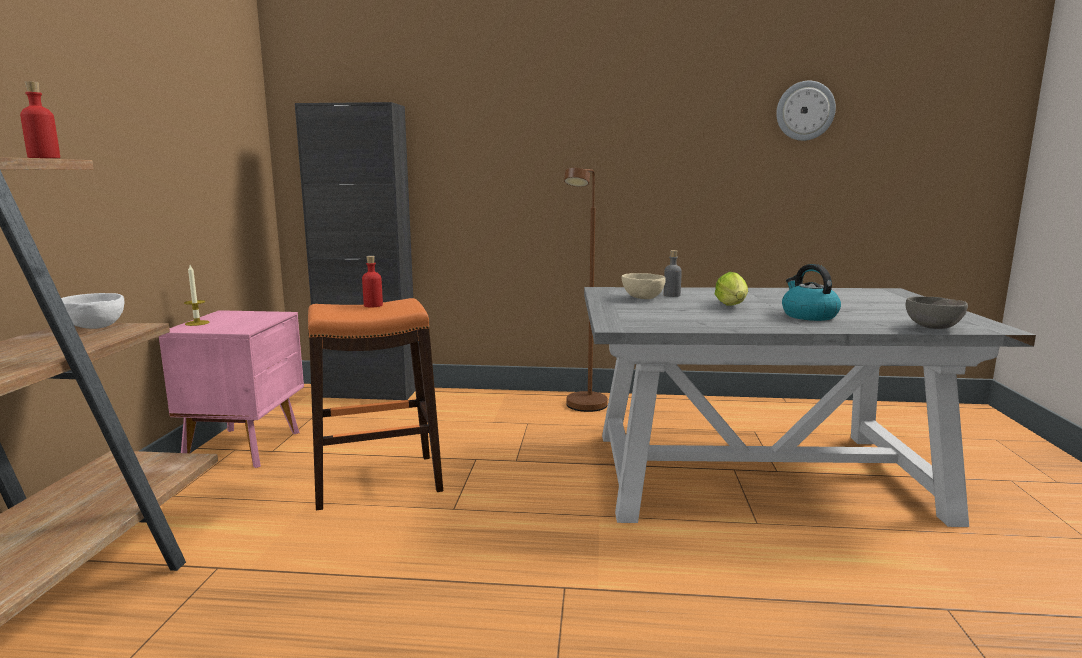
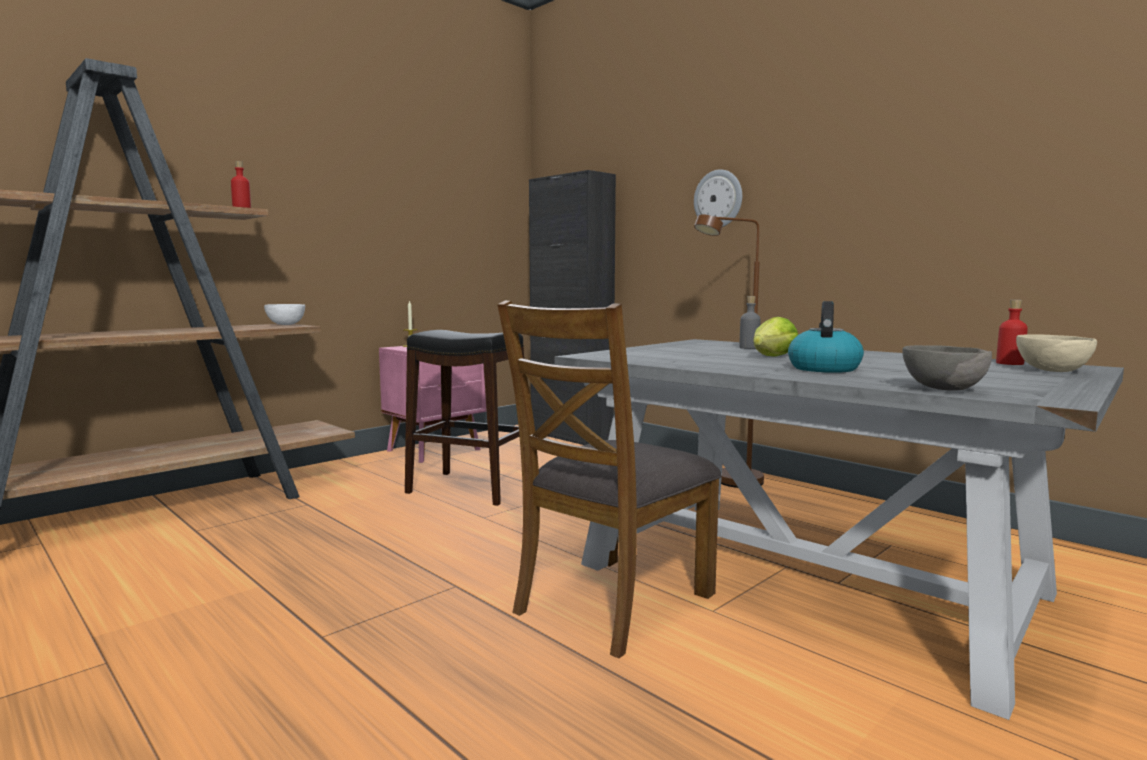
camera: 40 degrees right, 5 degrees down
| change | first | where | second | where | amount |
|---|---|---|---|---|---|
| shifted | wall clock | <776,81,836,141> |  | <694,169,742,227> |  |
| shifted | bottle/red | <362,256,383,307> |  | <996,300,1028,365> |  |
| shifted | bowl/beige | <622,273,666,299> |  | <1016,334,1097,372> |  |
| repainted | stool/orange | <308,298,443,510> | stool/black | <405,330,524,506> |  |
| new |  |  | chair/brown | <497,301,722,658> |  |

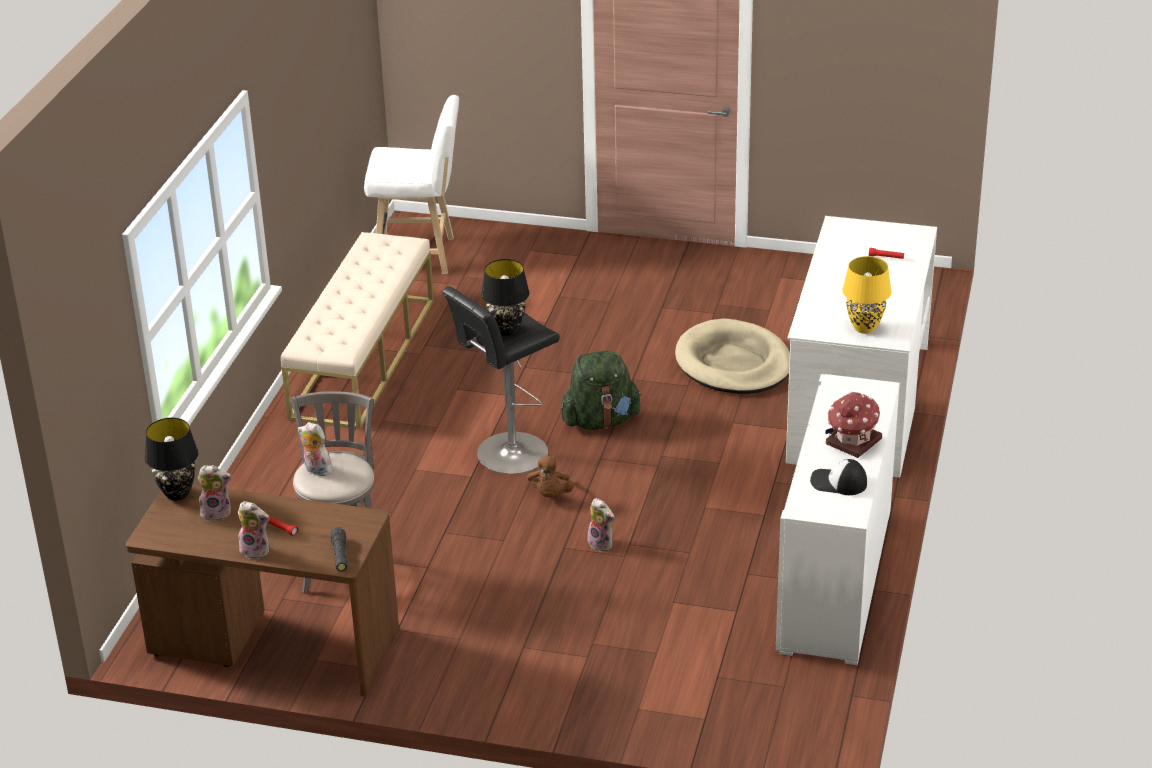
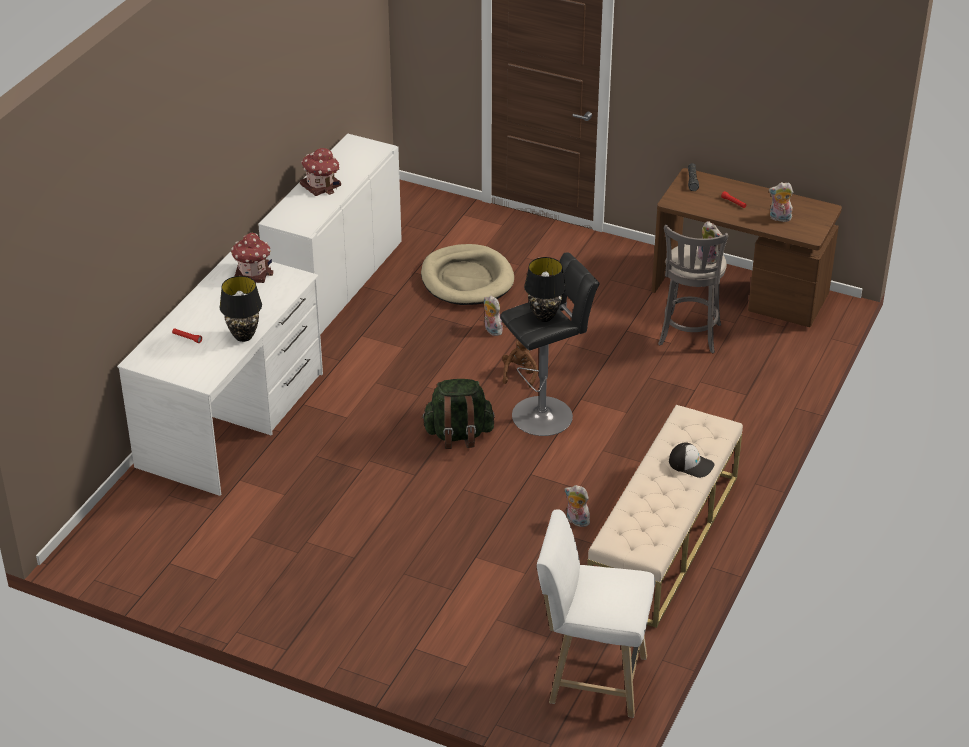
camera: 170 degrees left, 5 degrees up
| change | first | where | second | where | amount |
|---|---|---|---|---|---|
| swapped | table lamp/yellow | <842,256,892,334> | toy house | <231,233,274,283> |  |
| shifted | dog bed/beige | <675,318,790,394> |  | <421,244,514,305> |  |
| shifted | table lamp/black | <145,418,198,501> |  | <219,276,262,342> |  |
| shifted | cap | <810,459,867,495> |  | <669,442,714,478> |  |
| shifted | plush toy | <238,501,270,559> |  | <565,485,590,527> |  |

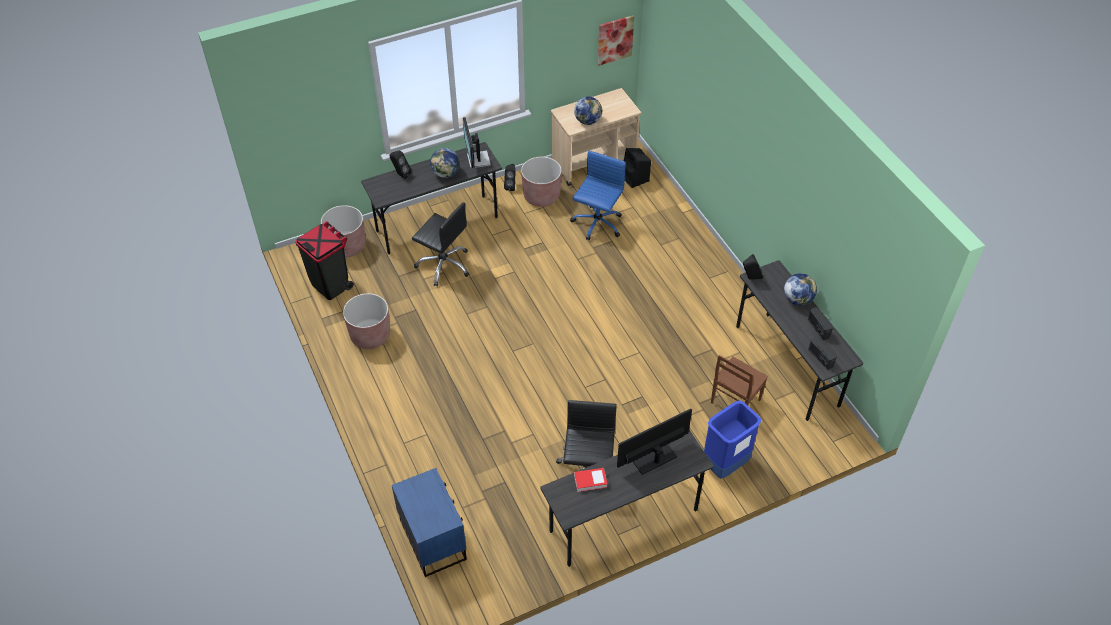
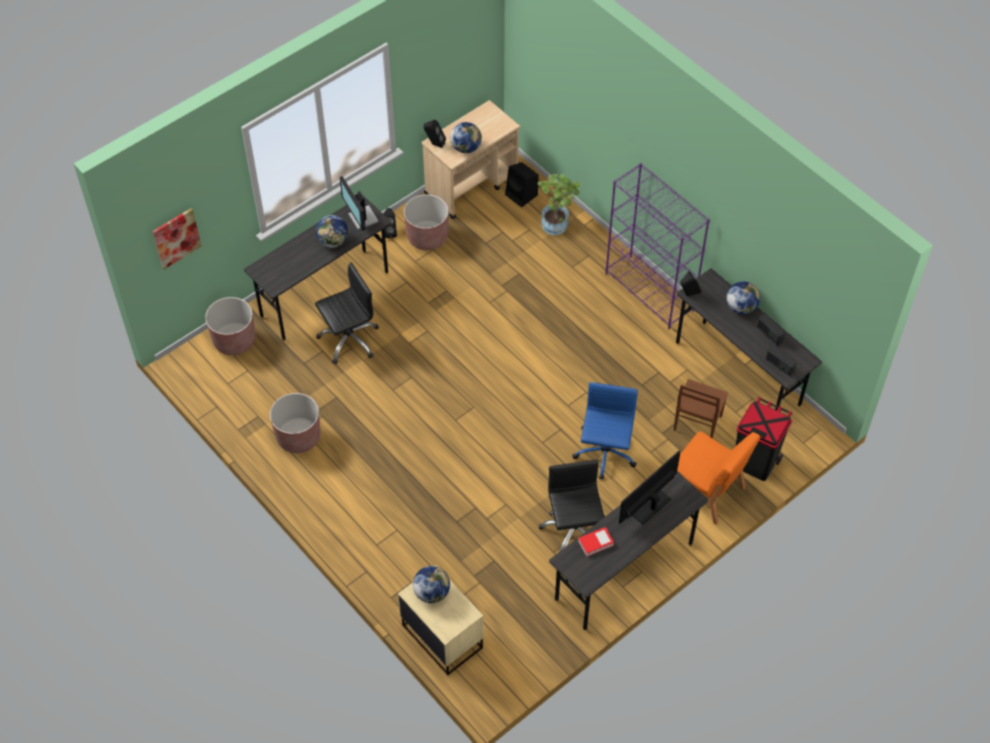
camera: 15 degrees left, 5 degrees up
| change | first | where | second | where | amount |
|---|---|---|---|---|---|
| shifted | picture | <598,15,634,65> |  | <152,208,202,269> |  |
| shifted | speaker/black | <389,150,411,179> |  | <423,120,446,148> |  |
| shifted | office chair/blue | <570,151,626,240> |  | <572,382,638,479> |  |
| rotated | office chair/black | <412,202,469,286> |  | <315,262,379,364> | 45 degrees counterclockwise |
| shifted | trash can/black | <295,221,354,300> |  | <735,397,792,481> |  |
| swapped | trash can/blue | <704,401,761,478> | chair/orange | <677,432,760,525> |  |
| repainted | nightstand/blue | <392,468,467,577> | nightstand/beige | <398,565,484,675> |  |
| new |  |  | bookcase/purple | <606,163,710,329> |  |
| new |  |  | potted plant | <537,174,581,235> |  |
| new |  |  | globe | <413,566,450,603> |  |

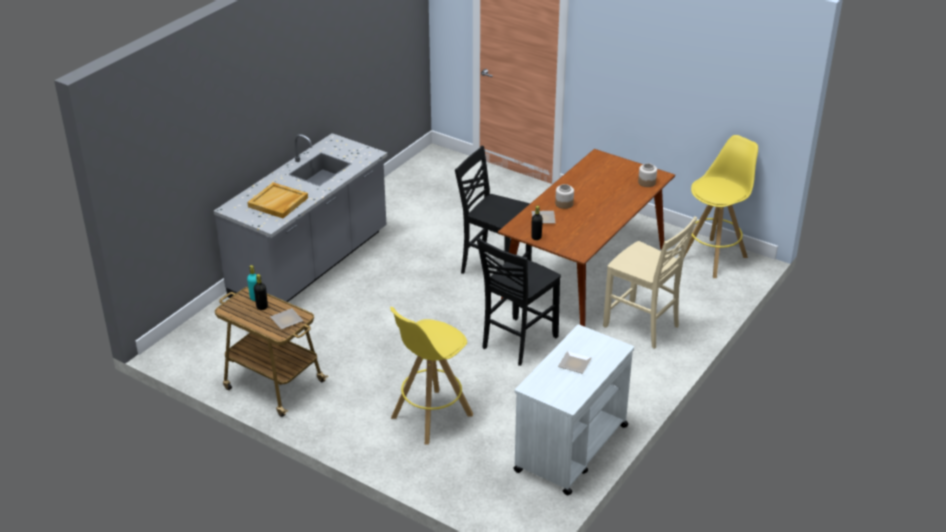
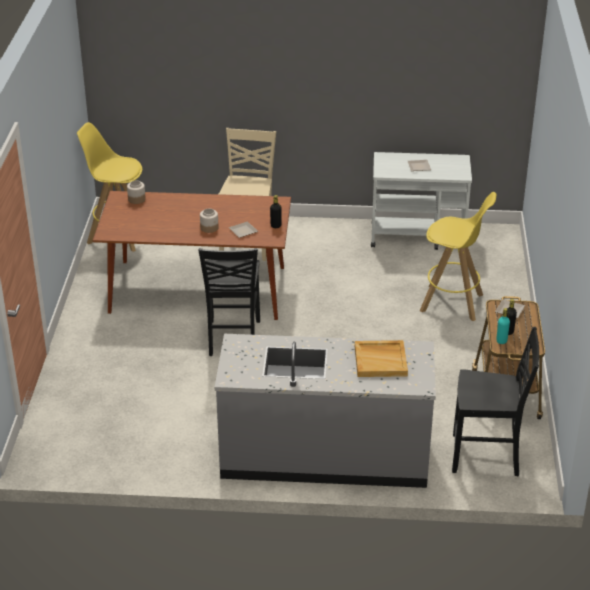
camera: 120 degrees left, 0 degrees up
| change | first | where | second | where | amount |
|---|---|---|---|---|---|
| shifted | chair/black | <477,237,561,366> |  | <452,327,539,476> |  |

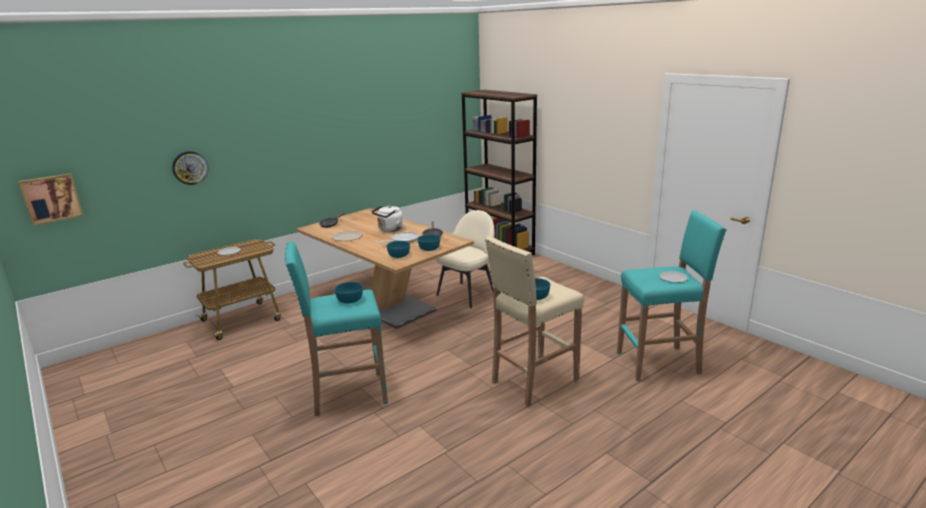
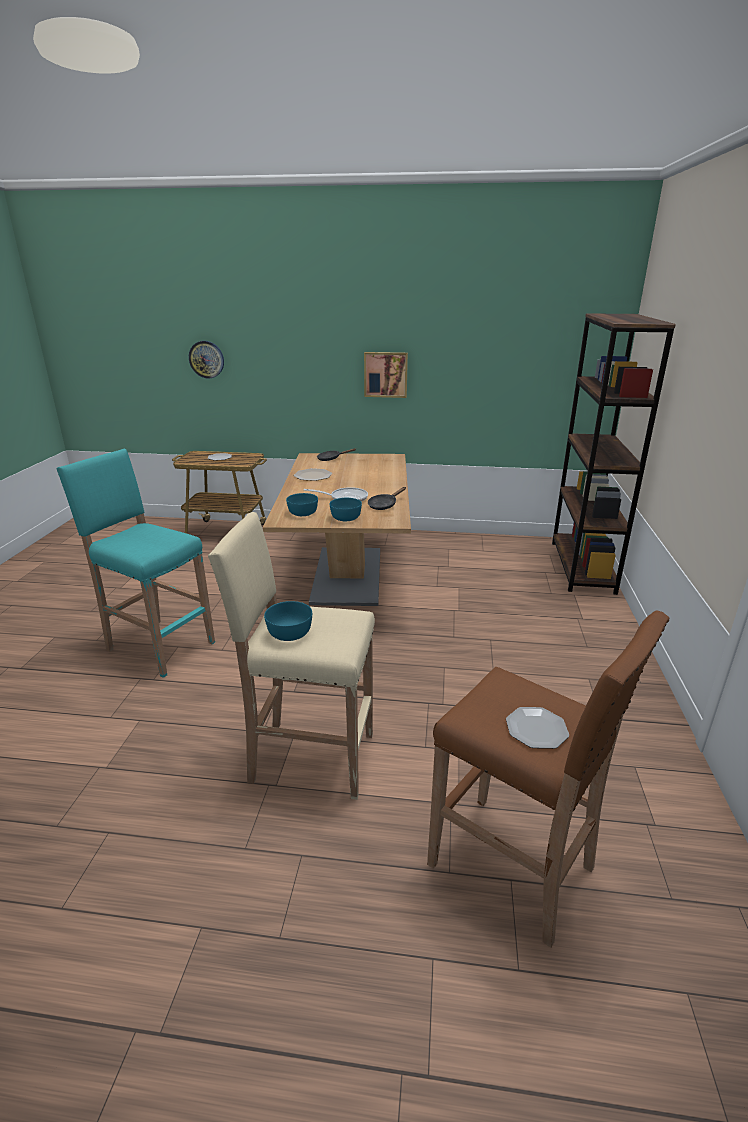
camera: 45 degrees right, 5 degrees up
| change | first | where | second | where | amount |
|---|---|---|---|---|---|
| shifted | picture | <18,173,84,225> |  | <364,352,408,398> |  |
| gone | kettle/white | <372,205,403,232> |  |  |  |
| gone | chair/beige | <436,210,495,308> |  |  |  |
| repainted | stool/turquoise | <617,210,727,381> | stool/brown | <427,610,669,948> |  |
| gone | bowl/turquoise | <334,282,363,304> |  |  |  |

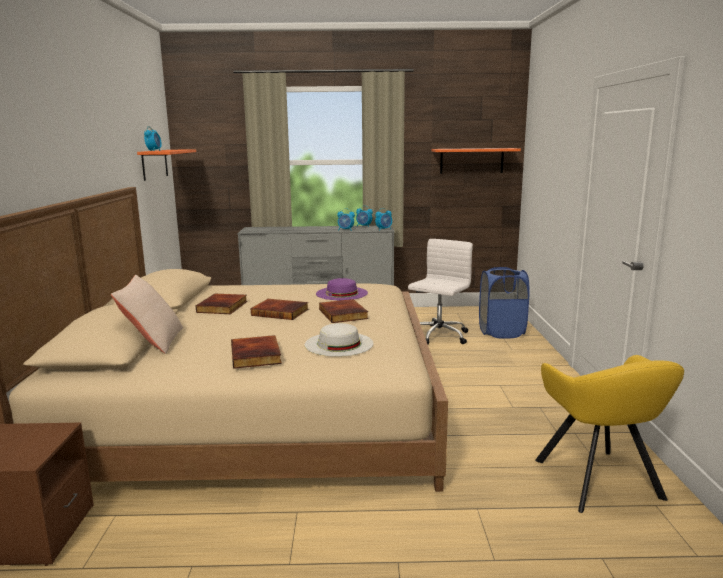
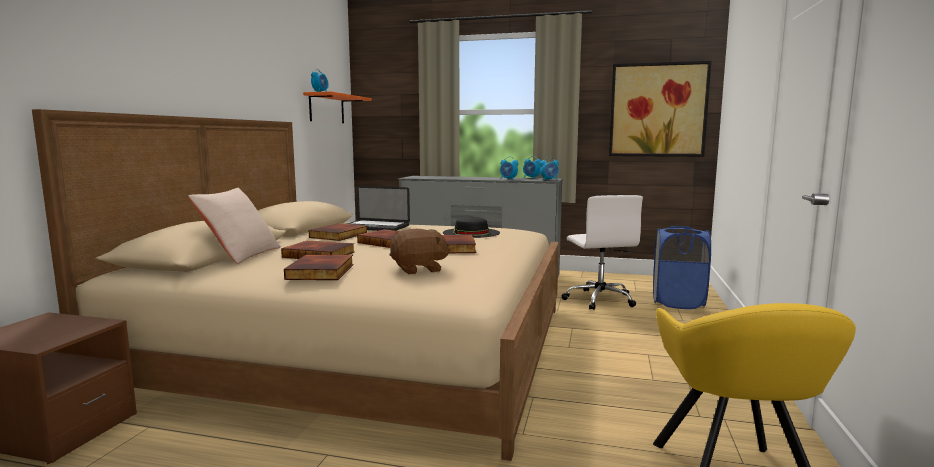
camera: 15 degrees right, 5 degrees down
| change | first | where | second | where | amount |
|---|---|---|---|---|---|
| swapped | shelf/orange | <432,148,521,174> | picture | <609,61,711,157> |  |
| rotated | office chair/white | <408,239,473,344> |  | <561,195,643,310> | 120 degrees clockwise |
| repainted | hat/purple | <316,278,368,300> | hat/black | <443,217,500,238> |  |
| swapped | hat/white | <305,323,374,357> | plush toy/brown | <390,229,451,274> |  |
| new |  |  | laptop | <346,186,410,231> |  |
| new |  |  | book | <281,240,355,259> |  |

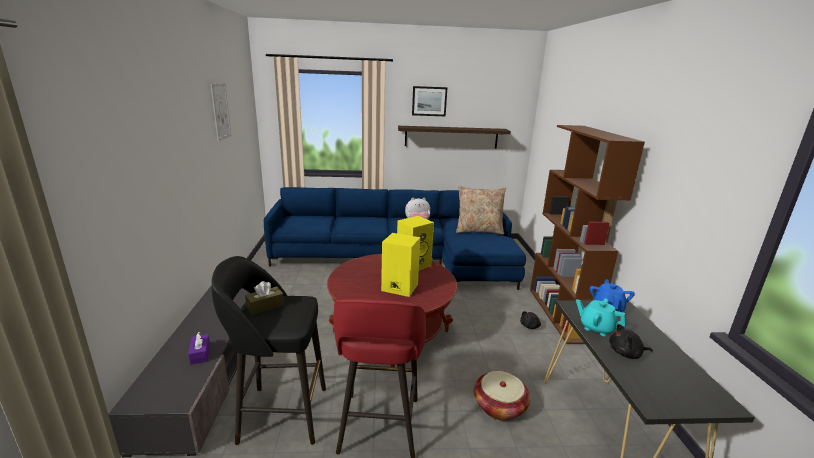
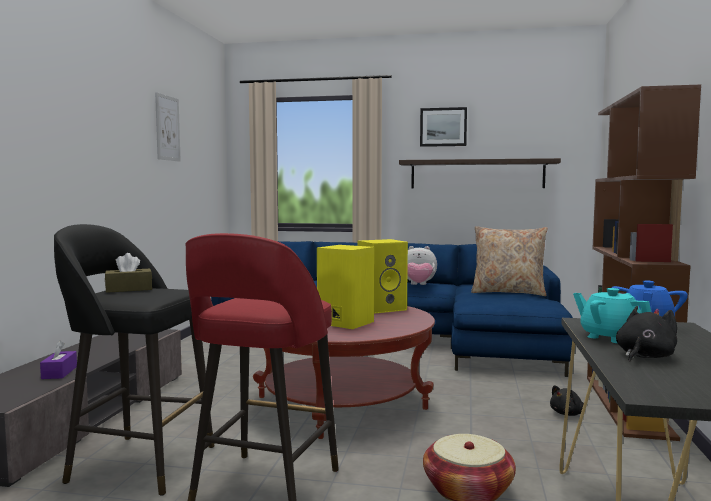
camera: 15 degrees right, 15 degrees down
| change | first | where | second | where | amount |
|---|---|---|---|---|---|
| rotated | plush toy/black | <609,324,653,359> |  | <616,306,677,362> | 120 degrees clockwise |

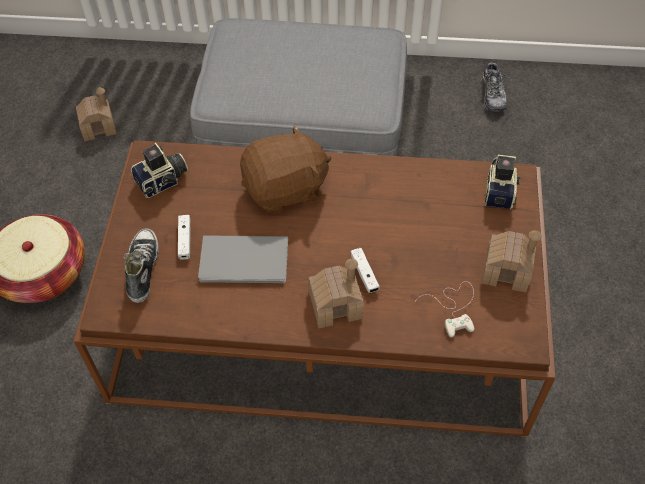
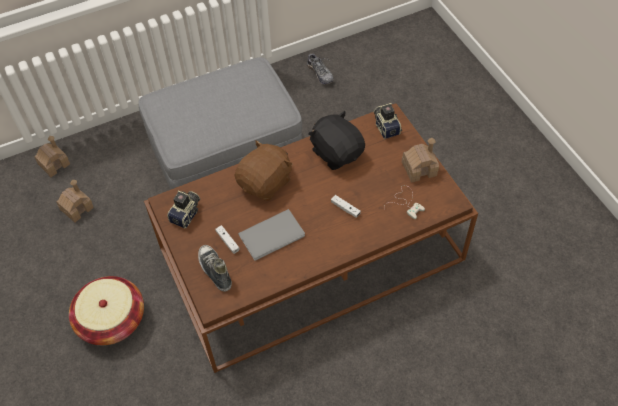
camera: 30 degrees left, 0 degrees up
| change | first | where | second | where | amount |
|---|---|---|---|---|---|
| shifted | toy house | <308,259,364,328> |  | <34,136,70,177> |  |
| new |  |  | plush toy/black | <308,111,365,170> |  |

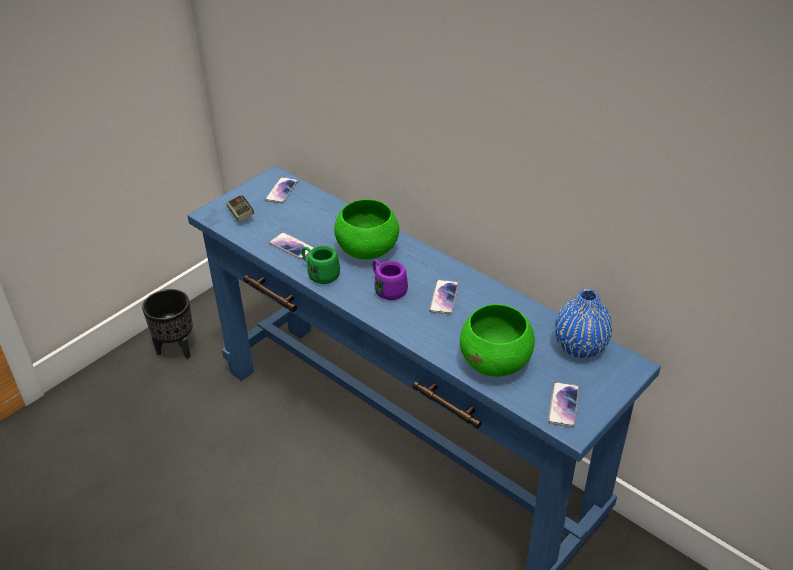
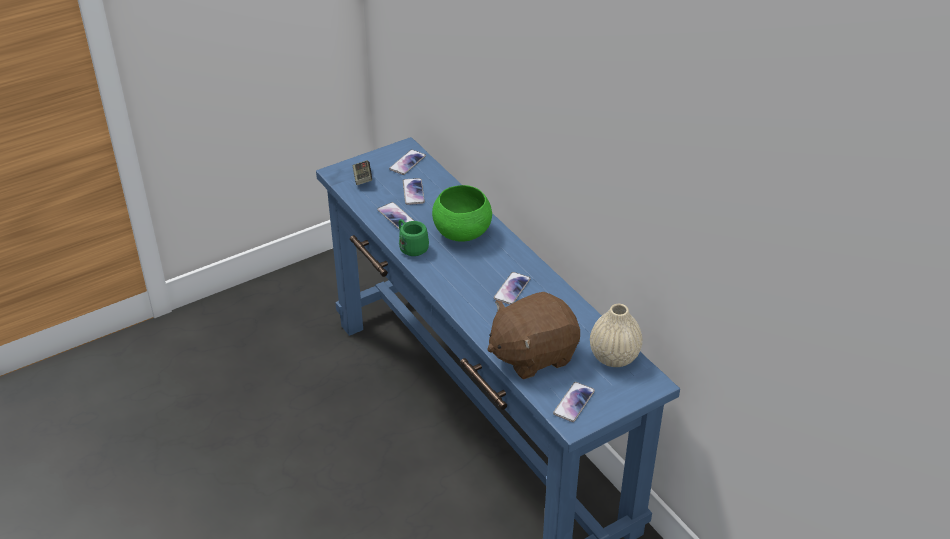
camera: 15 degrees right, 0 degrees up
| change | first | where | second | where | amount |
|---|---|---|---|---|---|
| gone | mug/purple | <372,259,408,300> |  |  |  |
| gone | planter/black | <142,289,193,359> |  |  |  |
| repainted | vase/blue | <555,289,612,358> | vase/beige | <590,304,643,367> |  |
| swapped | bowl/green | <460,304,535,377> | plush toy/brown | <487,292,580,379> |  |
| new |  |  | phone | <403,178,425,205> |  |

